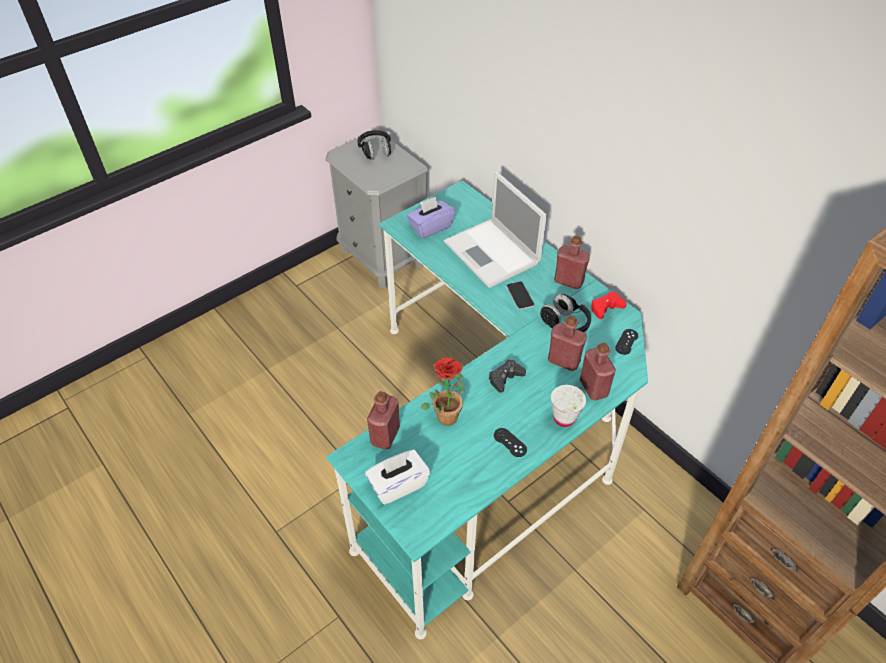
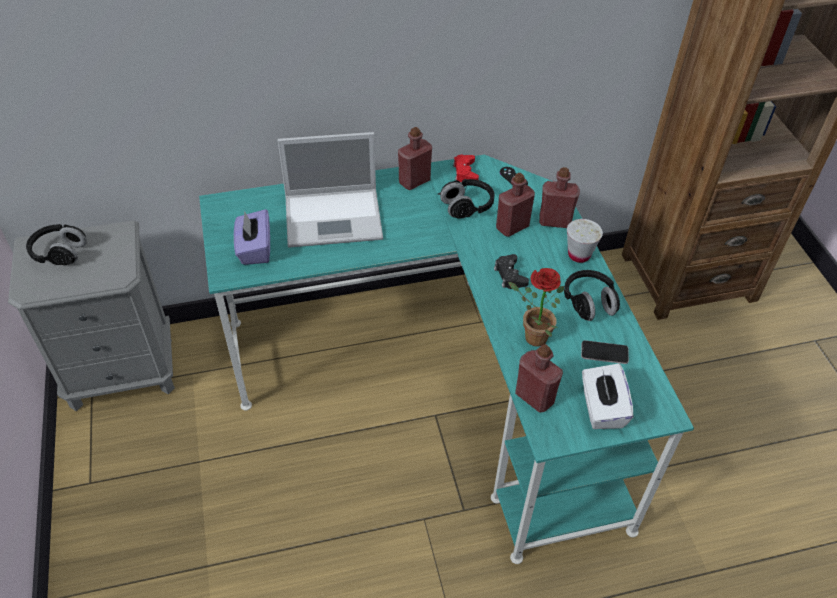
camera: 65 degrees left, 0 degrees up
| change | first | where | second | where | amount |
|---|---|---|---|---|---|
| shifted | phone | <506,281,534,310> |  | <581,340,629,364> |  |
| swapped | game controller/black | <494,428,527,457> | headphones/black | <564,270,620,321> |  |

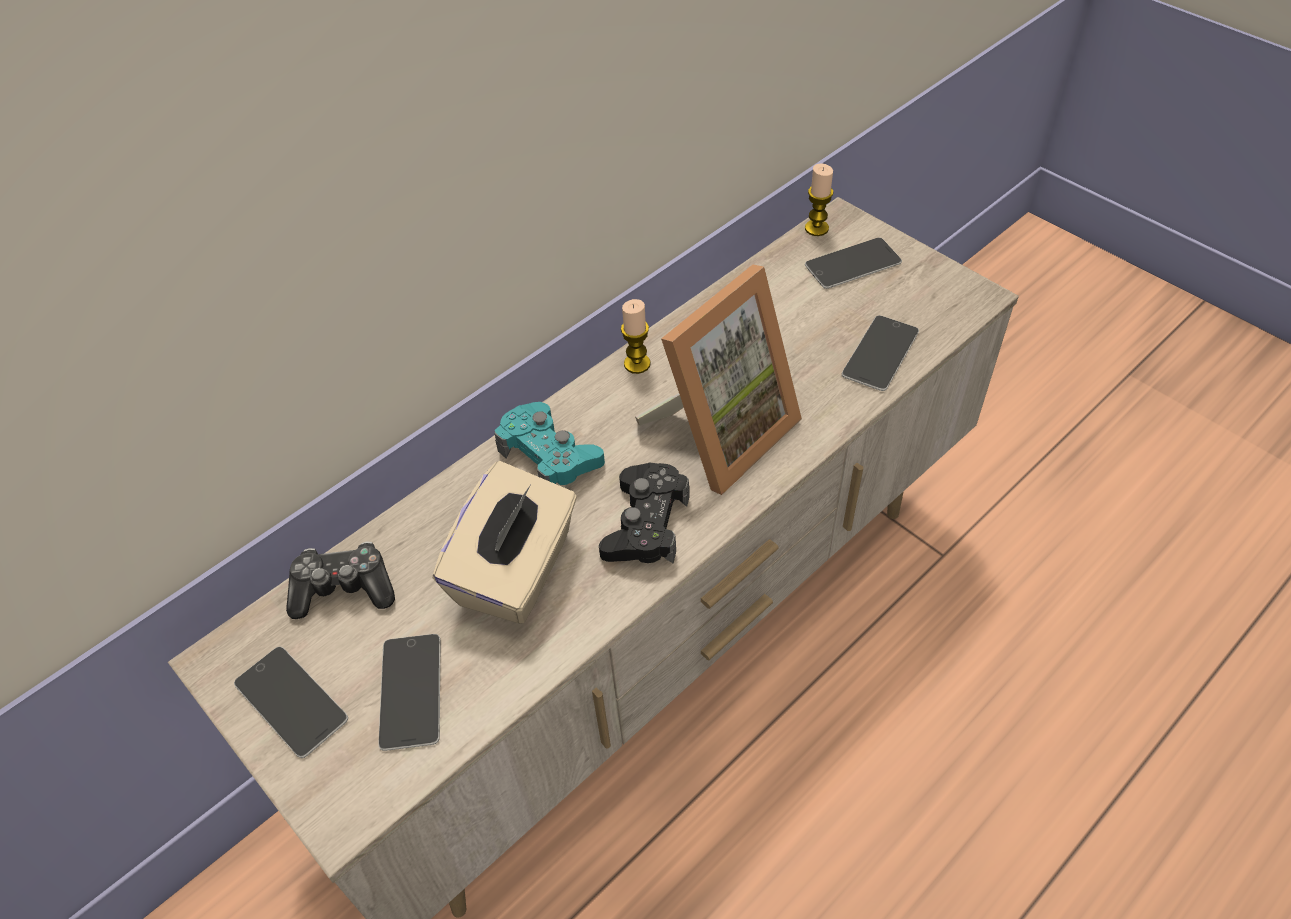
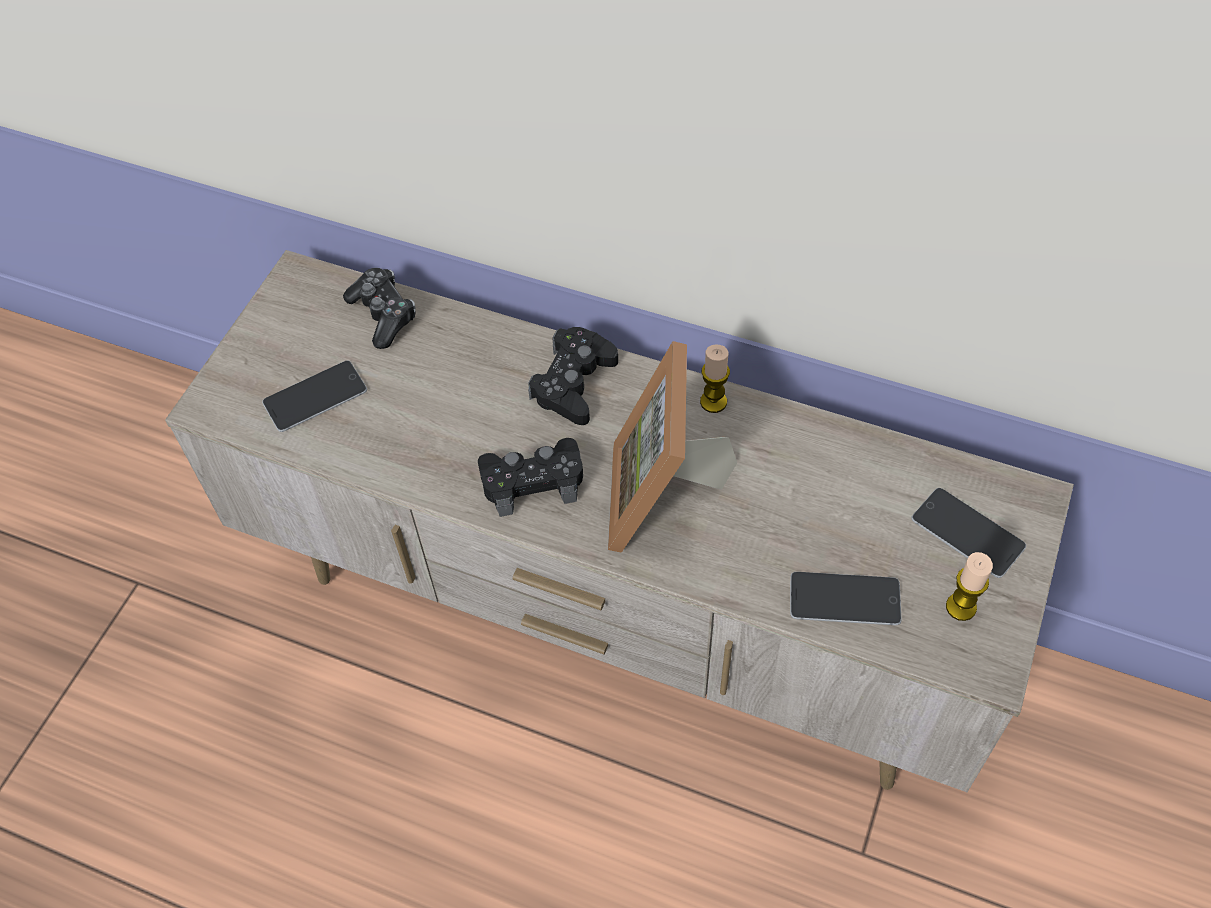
camera: 65 degrees right, 5 degrees up
| change | first | where | second | where | amount |
|---|---|---|---|---|---|
| shifted | candle | <805,163,833,236> |  | <946,552,993,621> |  |
| rotated | picture frame | <635,265,802,495> |  | <608,341,737,553> | 75 degrees clockwise |
| repainted | game controller/turquoise | <495,402,605,485> | game controller/black | <528,327,618,425> |  |
| gone | tissue box/beige | <433,461,577,624> |  |  |  |
| gone | phone | <234,646,348,758> |  |  |  |

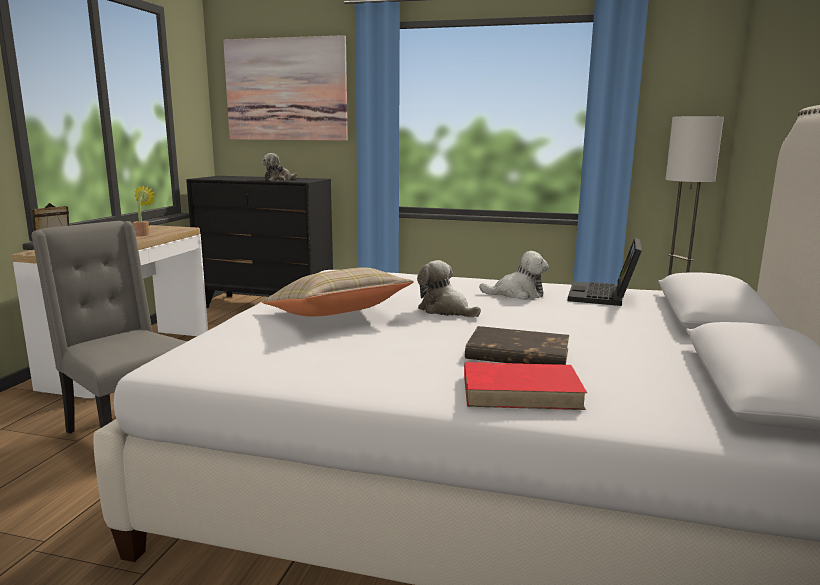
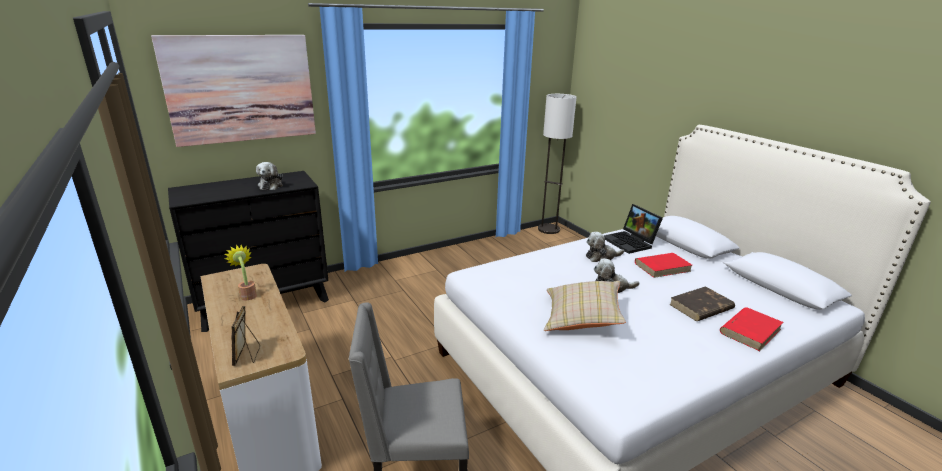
camera: 45 degrees left, 10 degrees up
| change | first | where | second | where | amount |
|---|---|---|---|---|---|
| rotated | plush toy | <479,251,549,300> |  | <586,232,624,262> | 150 degrees counterclockwise |
| new |  |  | book/red | <635,253,692,278> |  |

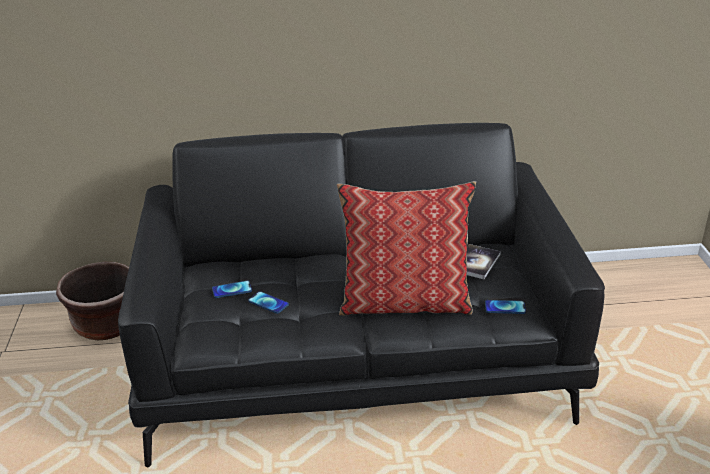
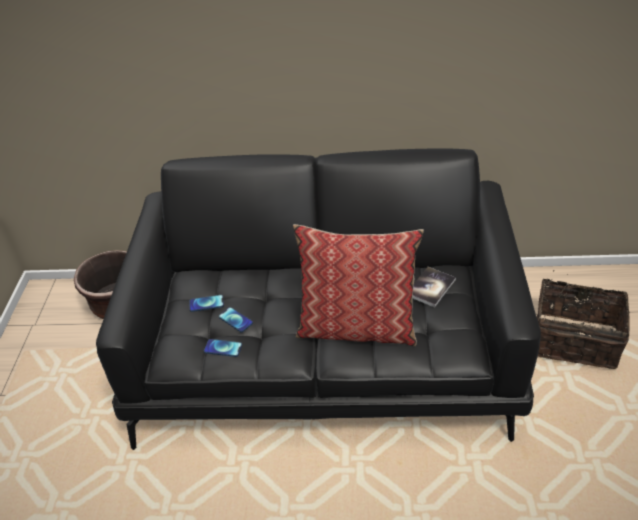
camera: 10 degrees right, 10 degrees up
| change | first | where | second | where | amount |
|---|---|---|---|---|---|
| shifted | phone | <485,300,526,314> |  | <204,339,242,357> |  |
| new |  |  | basket | <537,270,630,369> |  |

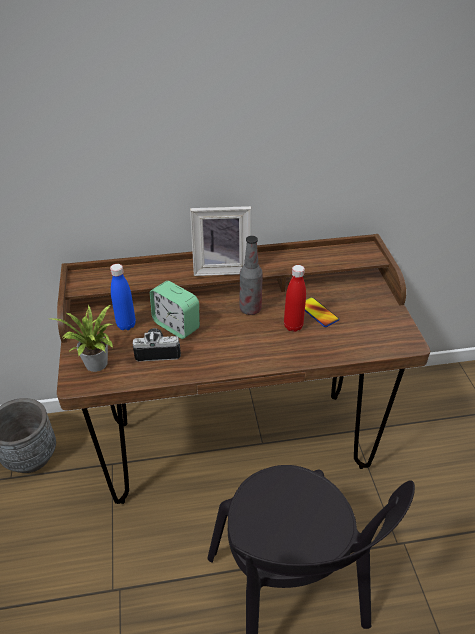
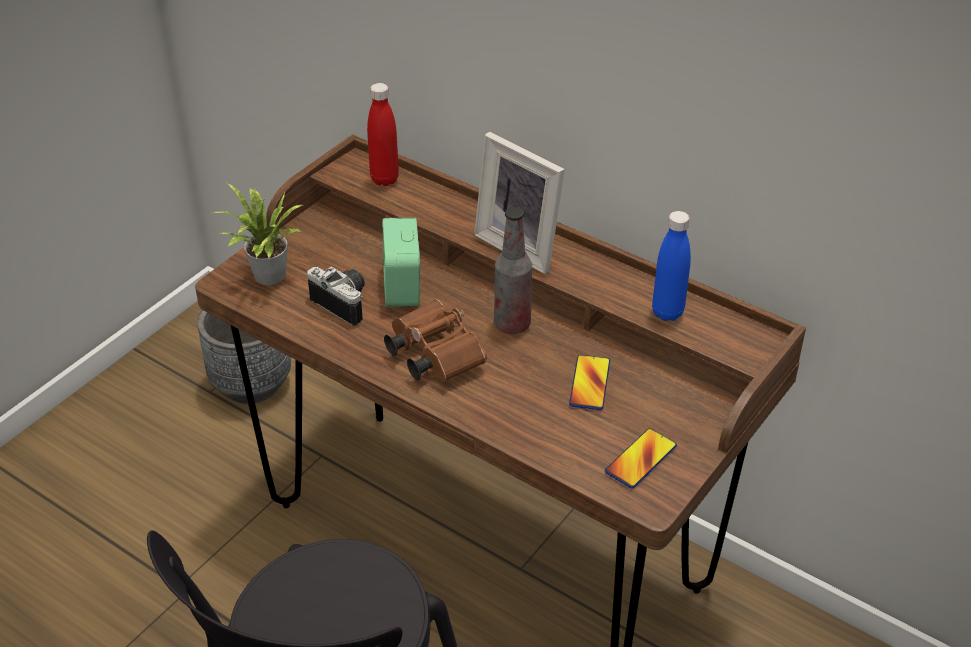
camera: 45 degrees right, 0 degrees up
| change | first | where | second | where | amount |
|---|---|---|---|---|---|
| shifted | bottle/blue | <110,264,136,330> |  | <652,211,691,321> |  |
| shifted | bottle/red | <284,265,306,332> |  | <367,83,399,186> |  |
| new |  |  | binoculars/brown | <384,299,487,382> |  |
| new |  |  | phone | <605,428,677,489> |  |

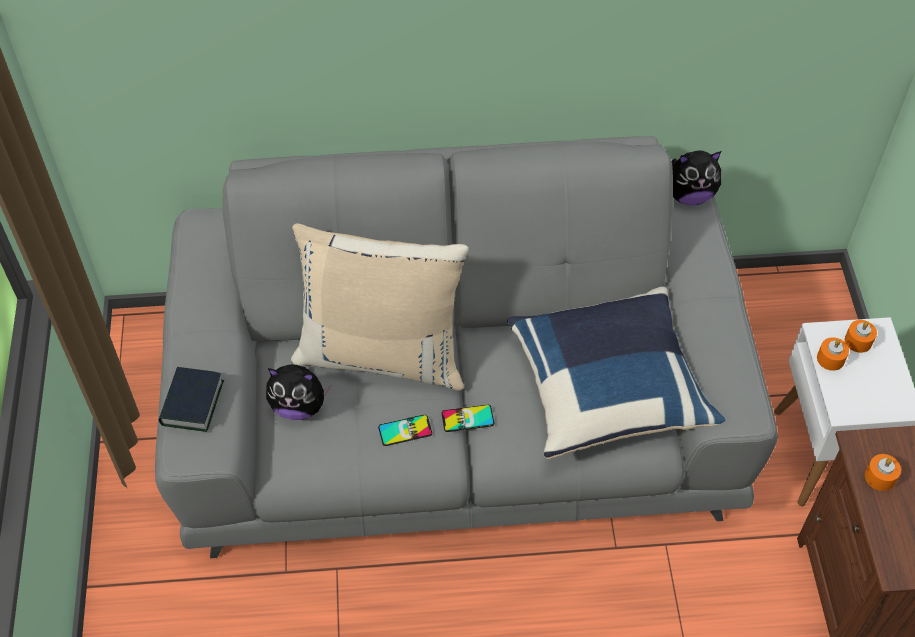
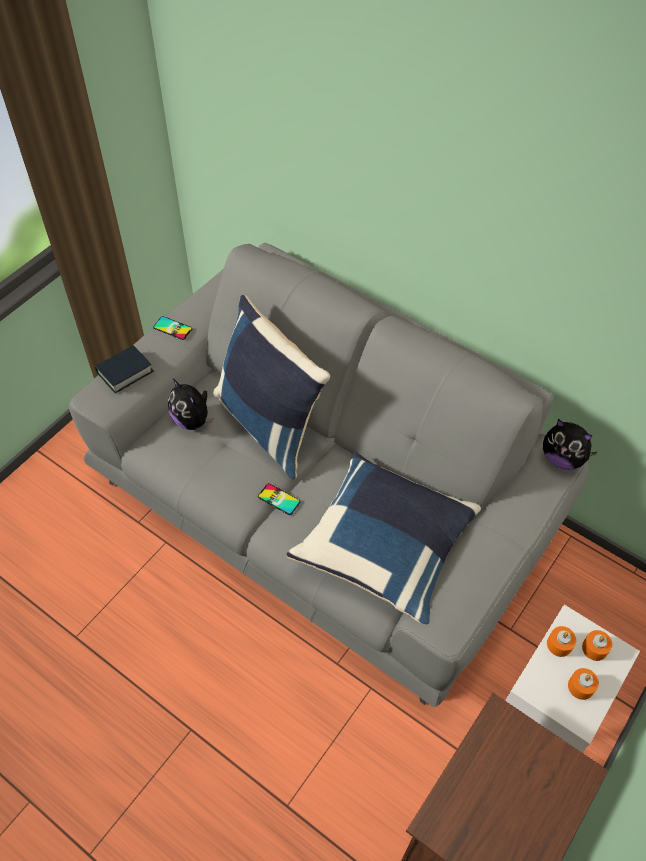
camera: 40 degrees right, 0 degrees up
| change | first | where | second | where | amount |
|---|---|---|---|---|---|
| repainted | pillow/beige | <291,223,469,391> | pillow/blue | <213,295,330,479> |  |
| shifted | phone | <378,415,432,446> |  | <153,316,192,340> |  |
| shifted | candle/orange | <865,454,901,491> |  | <568,668,599,700> |  |

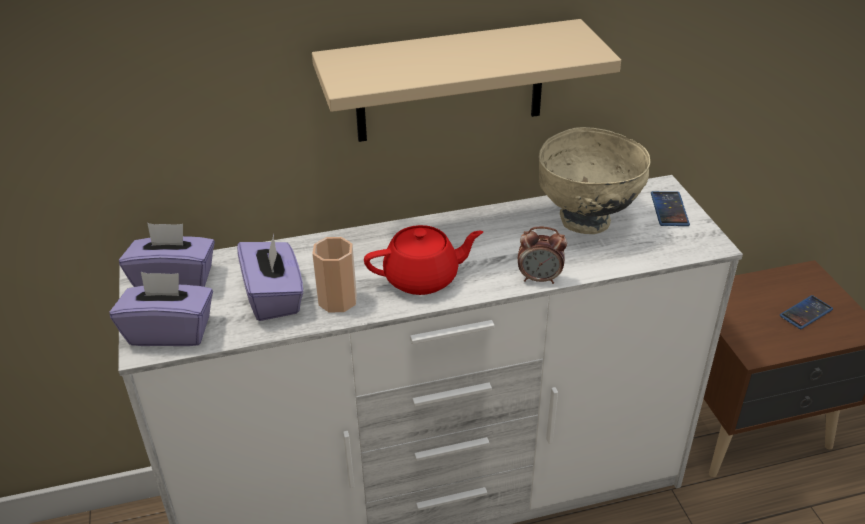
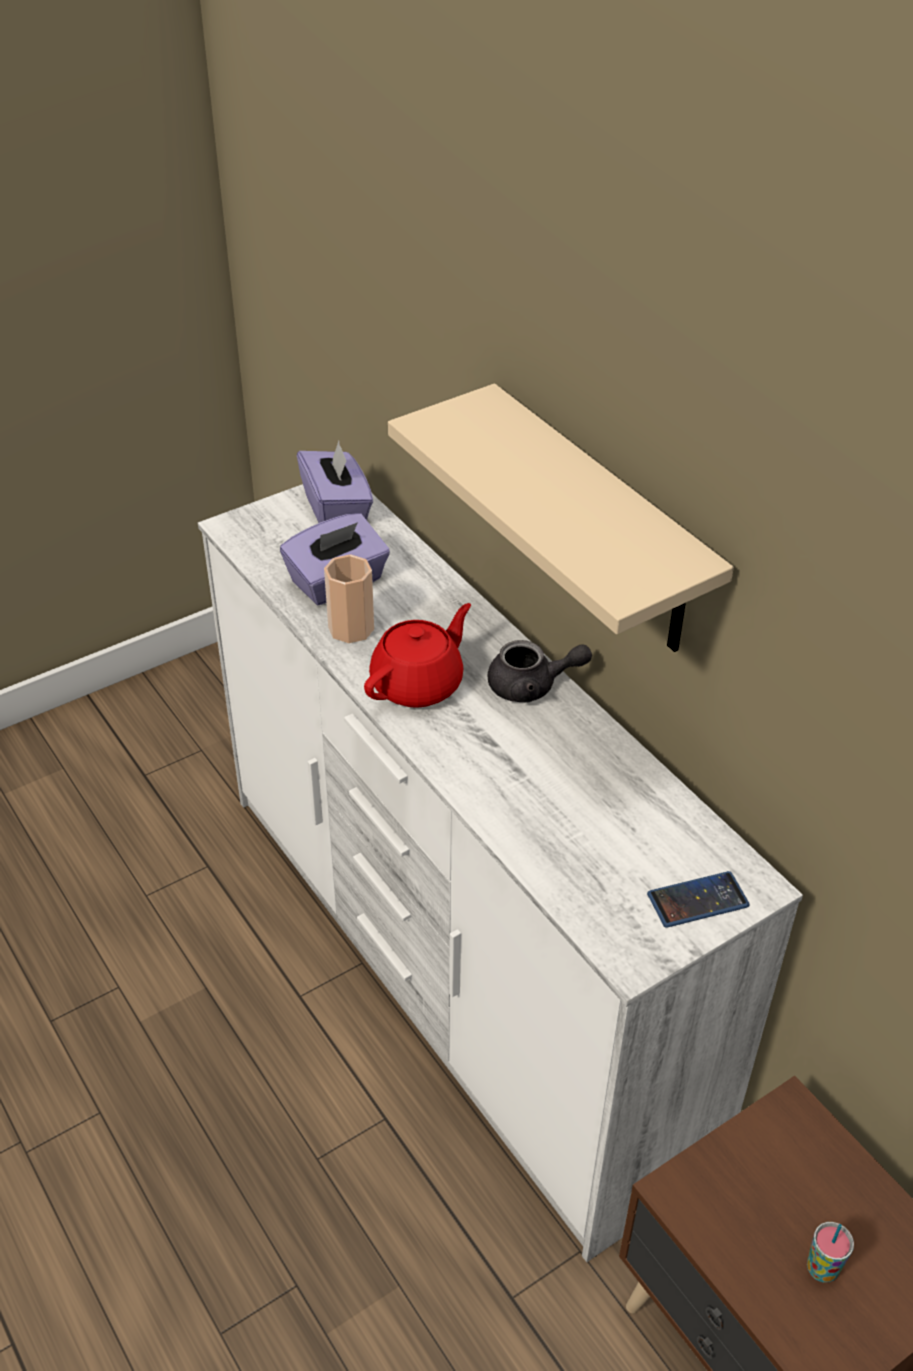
camera: 70 degrees right, 5 degrees up
| change | first | where | second | where | amount |
|---|---|---|---|---|---|
| gone | bowl/beige | <539,127,650,234> |  |  |  |
| rotated | teapot/red | <364,225,483,295> |  | <364,603,471,708> | 105 degrees counterclockwise |
| gone | alarm clock | <518,226,567,284> |  |  |  |
| gone | tissue box/purple | <109,272,213,346> |  |  |  |
| swapped | phone | <780,295,833,329> | cup | <807,1222,854,1282> |  |
| new |  |  | teapot/grey | <487,640,592,703> |  |

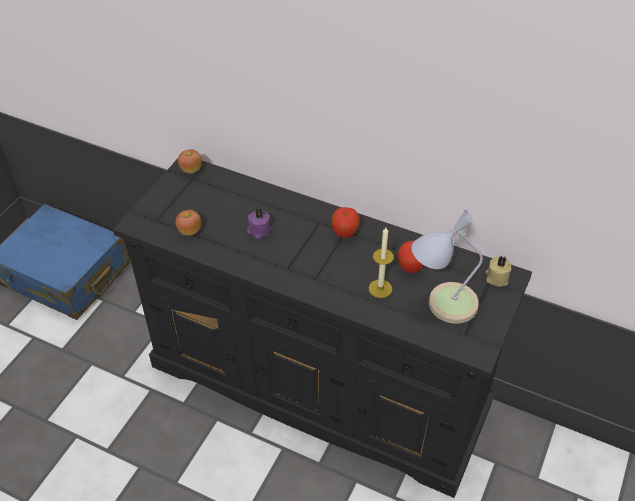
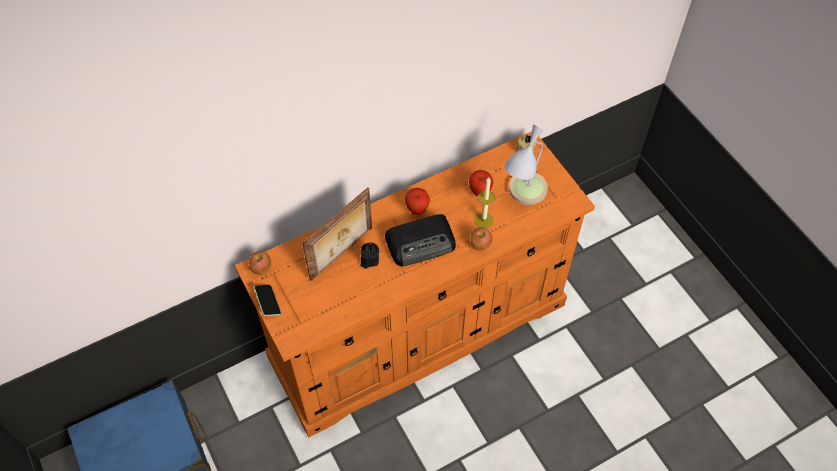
camera: 55 degrees left, 10 degrees up
| change | first | where | second | where | amount |
|---|---|---|---|---|---|
| repainted | dresser/black | <113,159,532,498> | dresser/orange | <234,131,595,438> |  |
| repainted | candle/purple | <247,208,271,239> | candle/black | <360,243,379,269> |  |
| shifted | apple | <175,210,201,236> |  | <471,227,492,251> |  |
| new |  |  | picture frame | <302,187,372,281> |  |
| new |  |  | radio | <385,214,456,266> |  |
| new |  |  | phone | <254,285,281,316> |  |

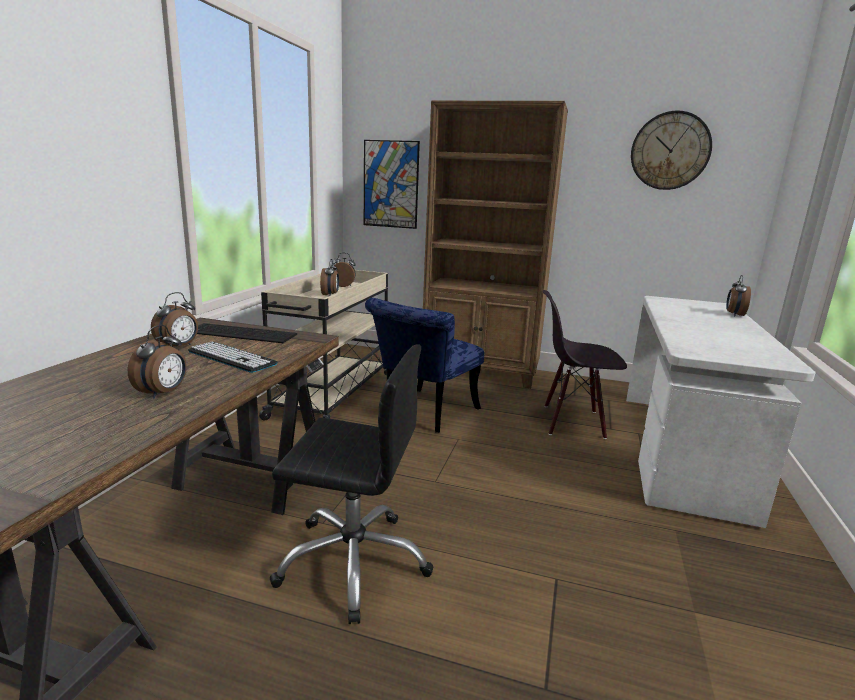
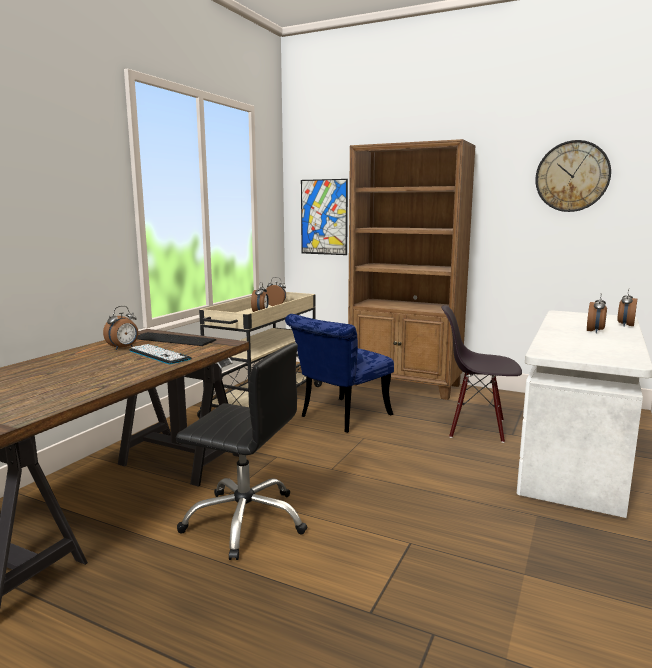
camera: 10 degrees right, 5 degrees down
| change | first | where | second | where | amount |
|---|---|---|---|---|---|
| shifted | alarm clock | <128,325,186,399> |  | <587,292,607,333> |  |

